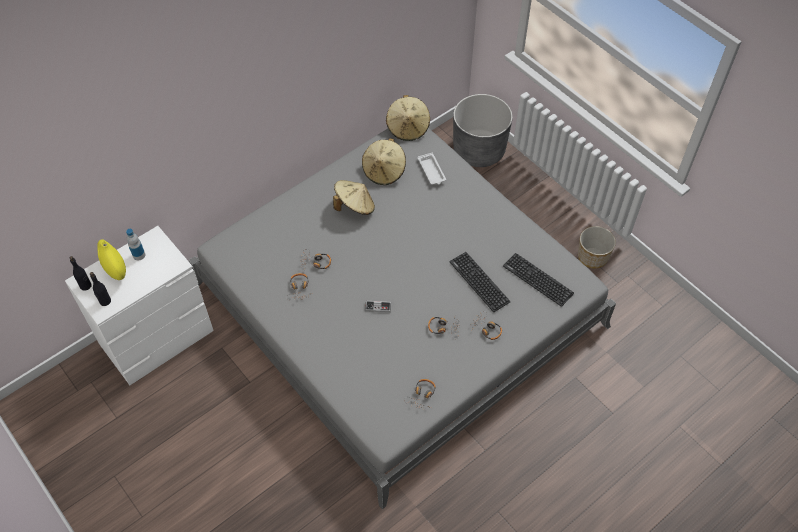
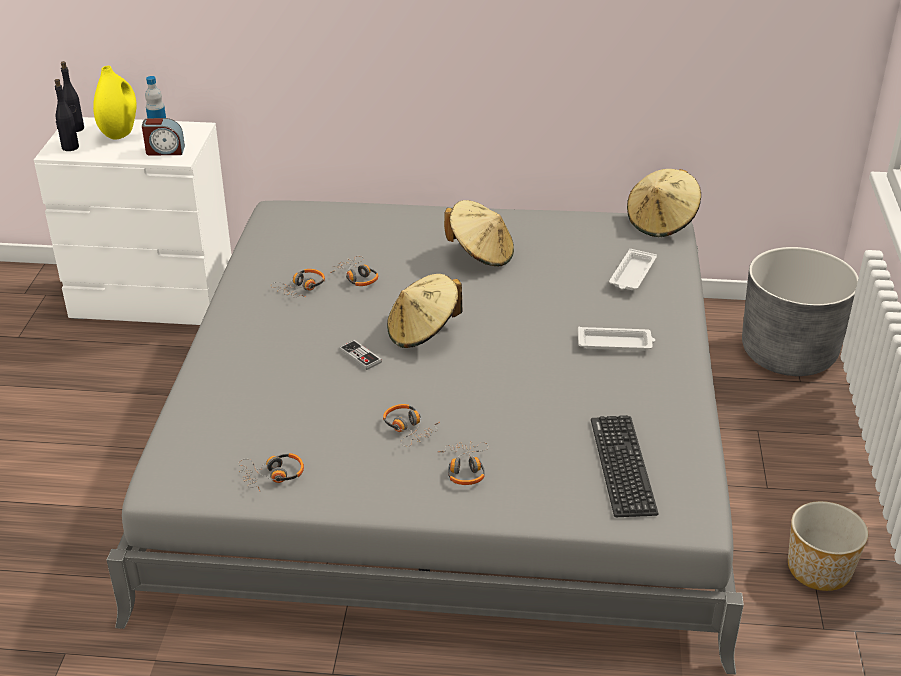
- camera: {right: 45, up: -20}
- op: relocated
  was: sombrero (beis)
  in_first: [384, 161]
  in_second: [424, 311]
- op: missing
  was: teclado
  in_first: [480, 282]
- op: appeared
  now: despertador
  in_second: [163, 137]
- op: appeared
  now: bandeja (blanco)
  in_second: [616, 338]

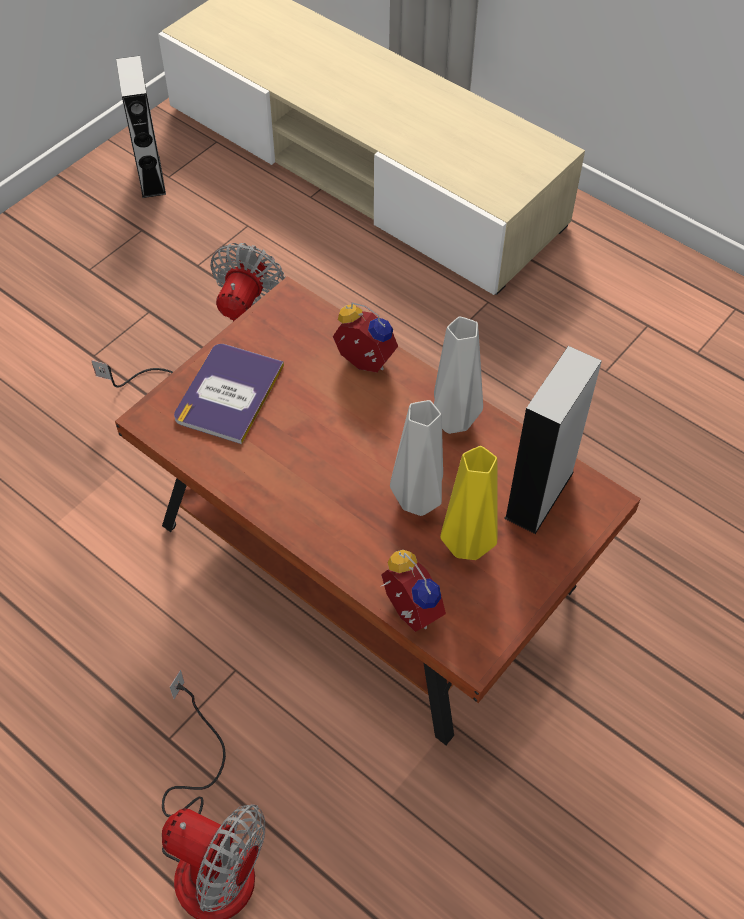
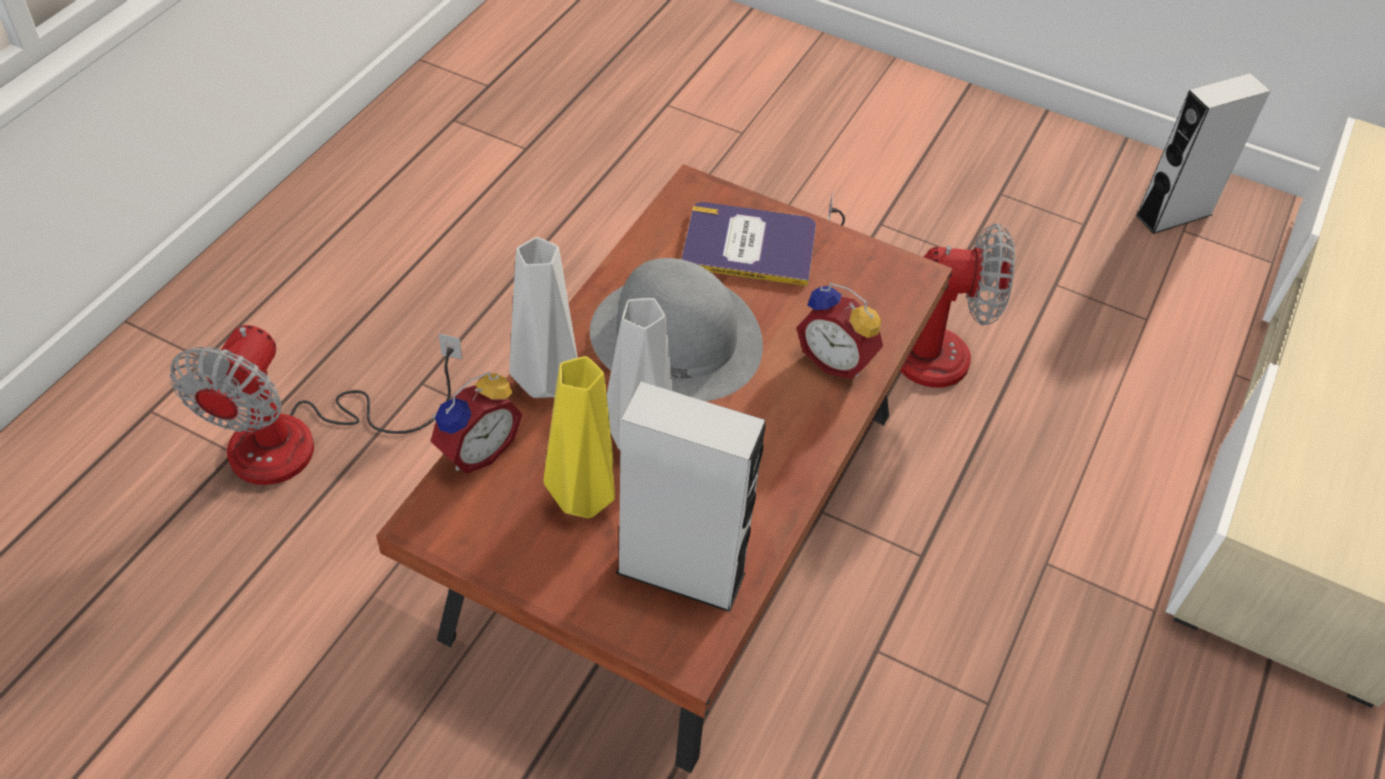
- camera: {right: 75, up: -5}
- op: spun
  was: despertador
  in_first: [365, 337]
  in_second: [839, 331]
  clockwise: 105
- op: relocated
  was: florero (gris)
  in_first: [458, 375]
  in_second: [543, 317]
- op: appeared
  now: sombrero (gris)
  in_second: [676, 329]

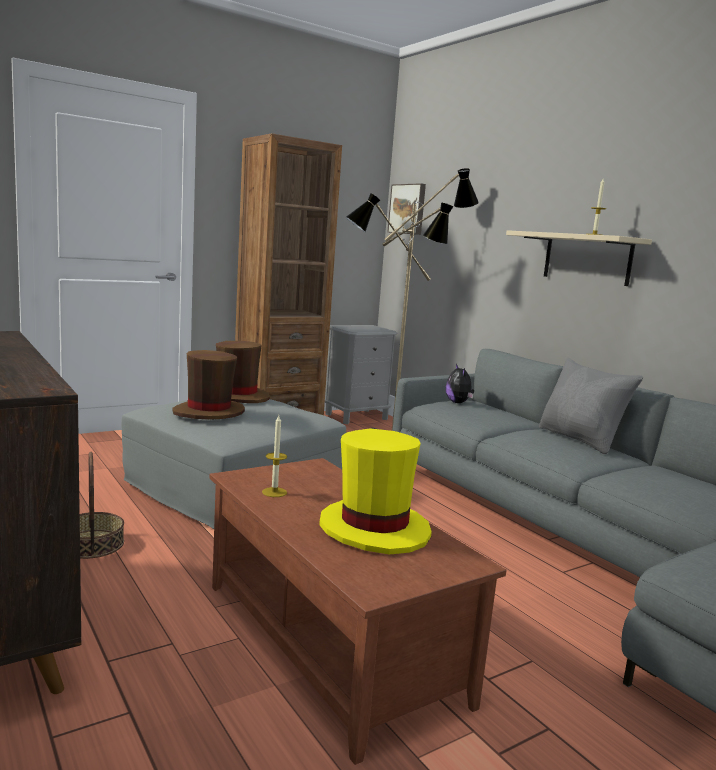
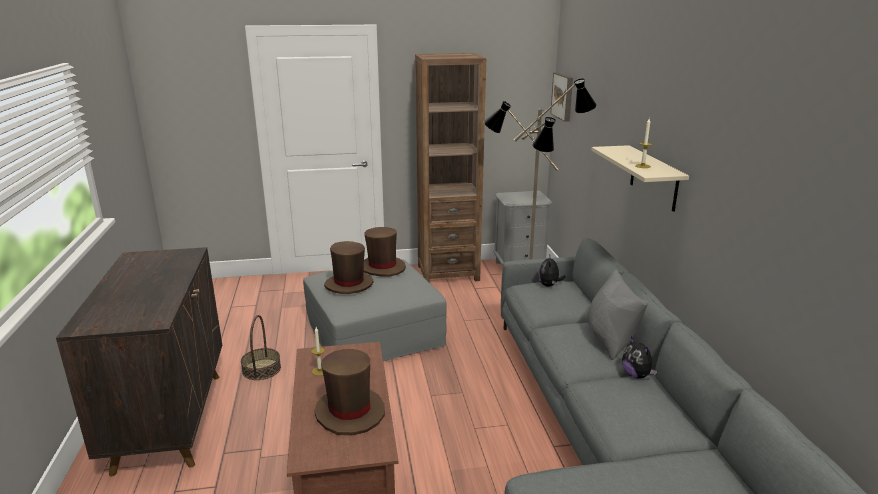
- camera: {right: 25, up: 10}
- op: colour
  was: sombrero (amarillo)
  now: sombrero (marrón)
  in_first: [375, 491]
  in_second: [349, 392]
- op: appeared
  now: peluche
  in_second: [639, 358]

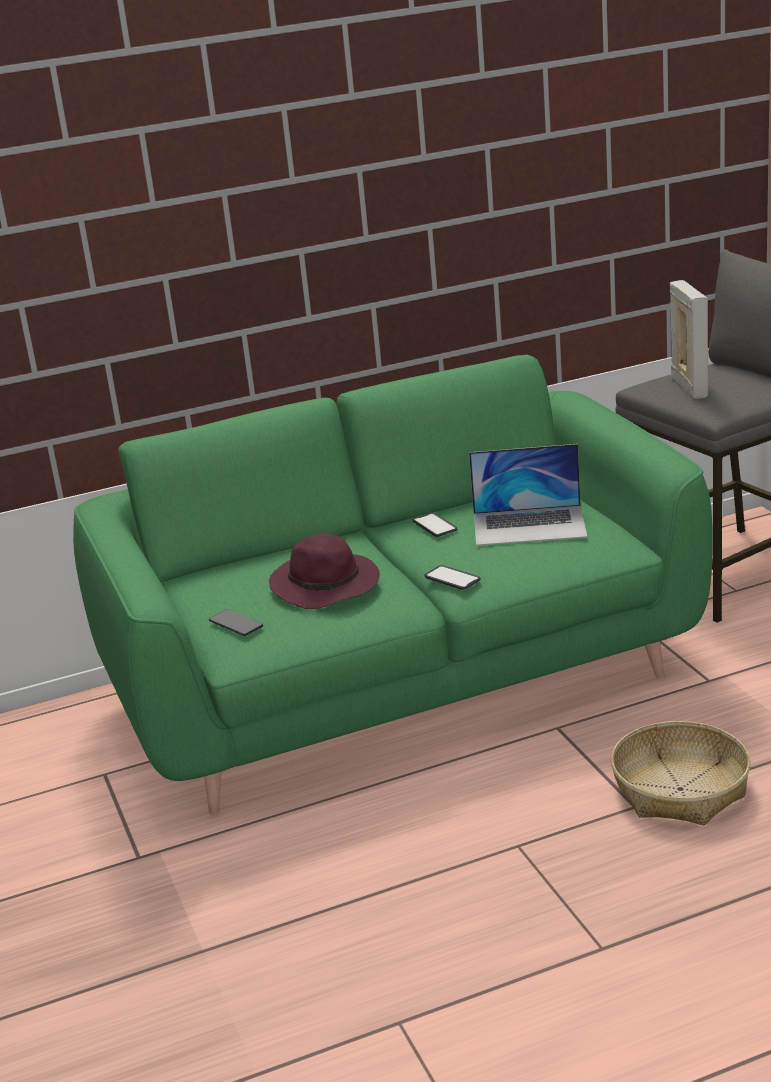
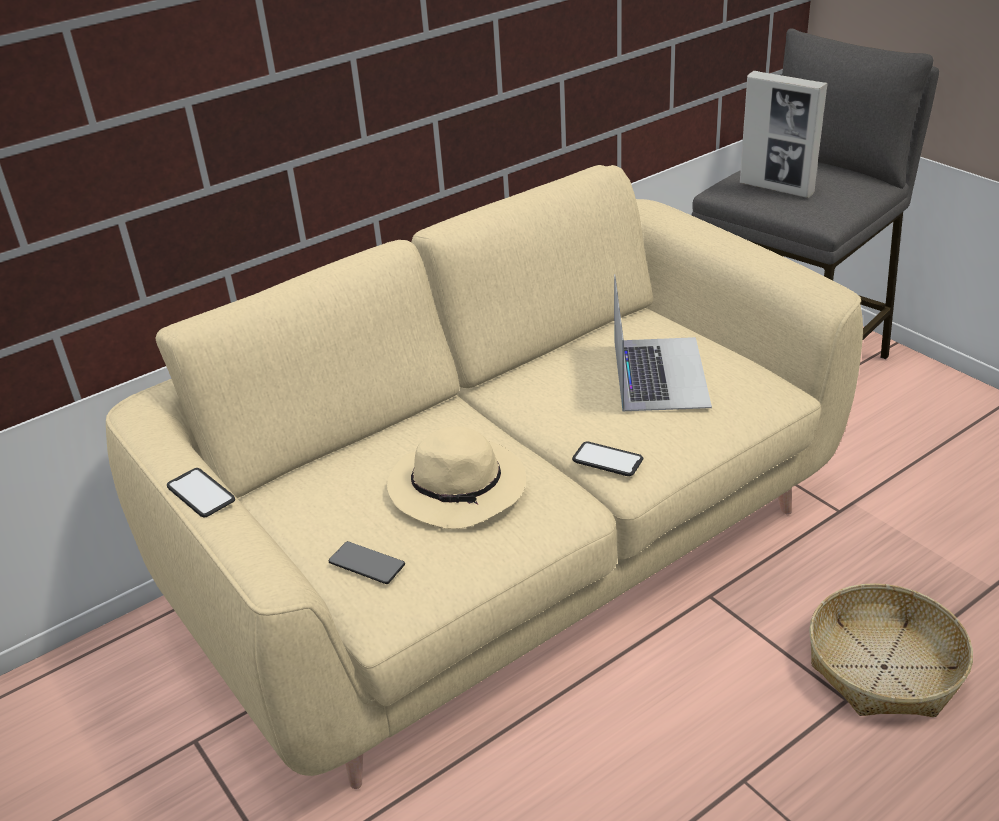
- camera: {right: -15, up: 10}
- op: colour
  was: sofá (verde)
  now: sofá (beis)
  in_first: [393, 585]
  in_second: [484, 477]
- op: colour
  was: sombrero (morado)
  now: sombrero (beis)
  in_first: [324, 571]
  in_second: [456, 477]
- op: relocated
  was: móvil
  in_first: [435, 525]
  in_second: [201, 492]
- op: spun
  was: portátil
  in_first: [528, 495]
  in_second: [663, 342]
  clockwise: -75
- op: spun
  was: portarretratos
  in_first: [689, 339]
  in_second: [784, 134]
  clockwise: 150

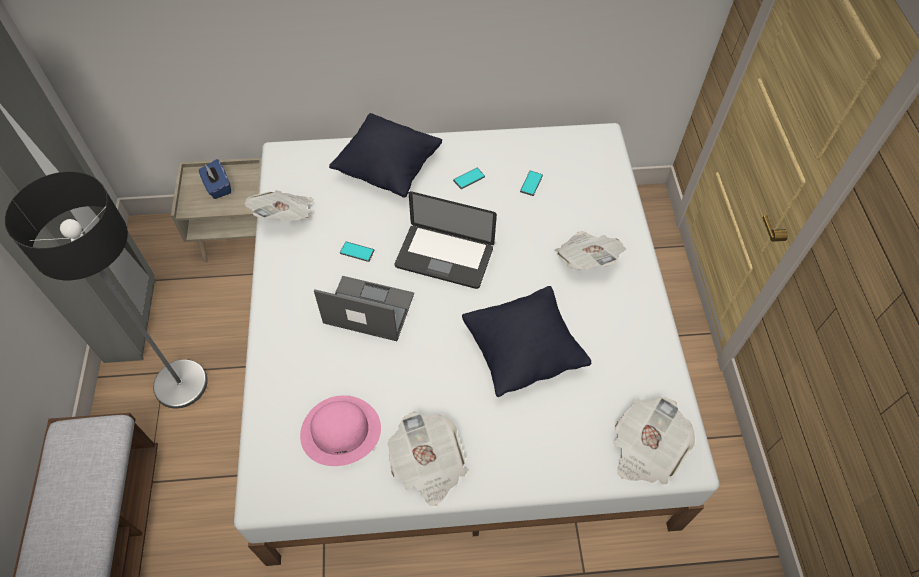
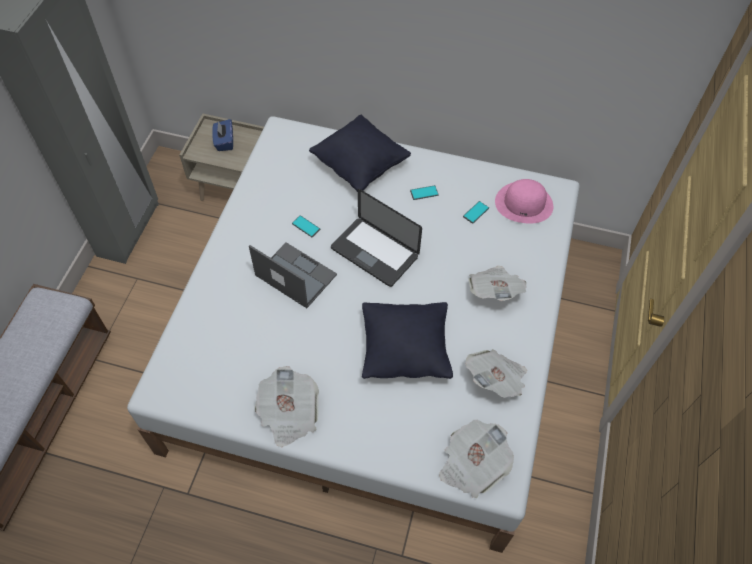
- camera: {right: 20, up: 0}
- op: missing
  was: lámpara de pie
  in_first: [106, 290]
- op: relocated
  was: periódico
  in_first: [279, 206]
  in_second: [496, 373]
- op: relocated
  was: sombrero (rosa)
  in_first: [340, 430]
  in_second: [524, 201]

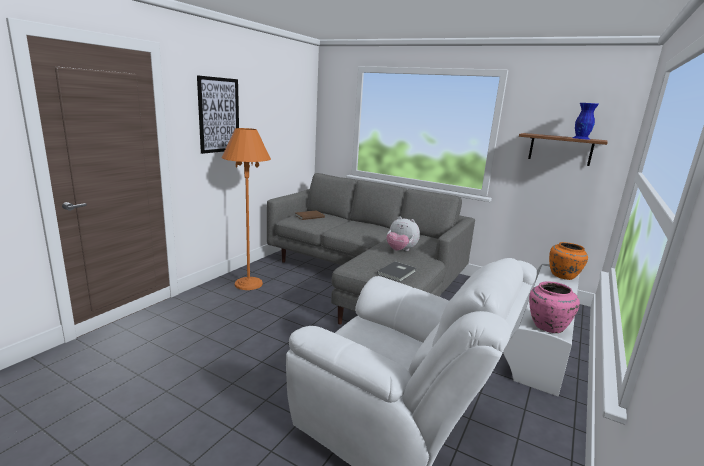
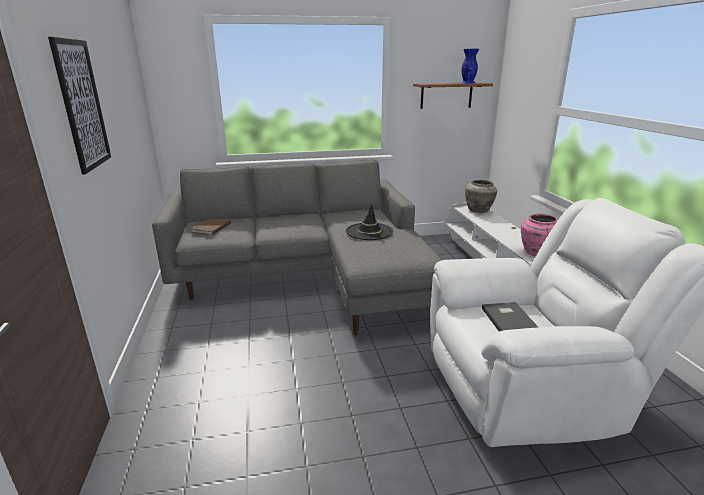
- camera: {right: -40, up: 5}
- op: missing
  was: lámpara de pie (naranja)
  in_first: [246, 209]
- op: relocated
  was: libro (gris)
  in_first: [396, 272]
  in_second: [510, 317]
- op: exchanged
  was: peluche
  now: sombrero (negro)
  in_first: [403, 233]
  in_second: [369, 222]
- op: colour
  was: florero (naranja)
  now: florero (beis)
  in_first: [568, 261]
  in_second: [481, 196]

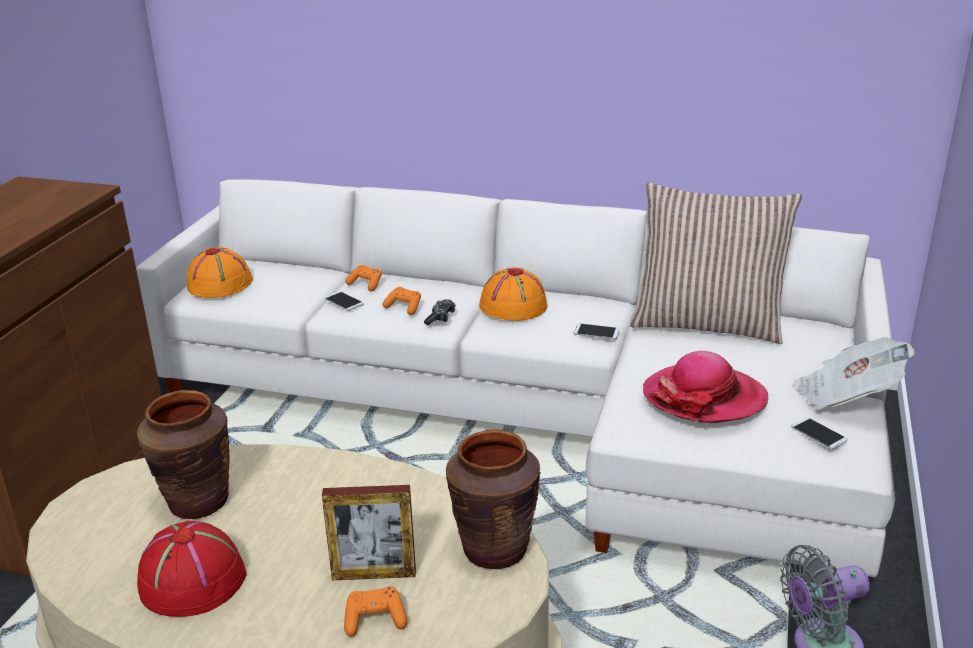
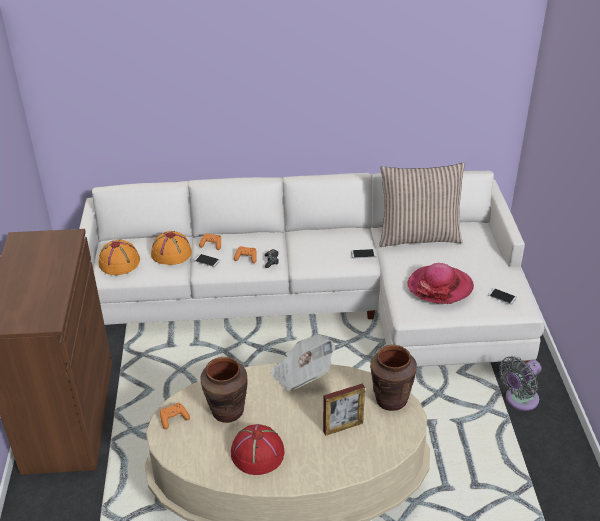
- camera: {right: -20, up: 10}
- op: relocated
  was: mando de consola (naranja)
  in_first: [376, 611]
  in_second: [175, 416]
- op: relocated
  was: sombrero (naranja)
  in_first: [513, 294]
  in_second: [171, 248]
- op: relocated
  was: periódico
  in_first: [854, 373]
  in_second: [303, 363]

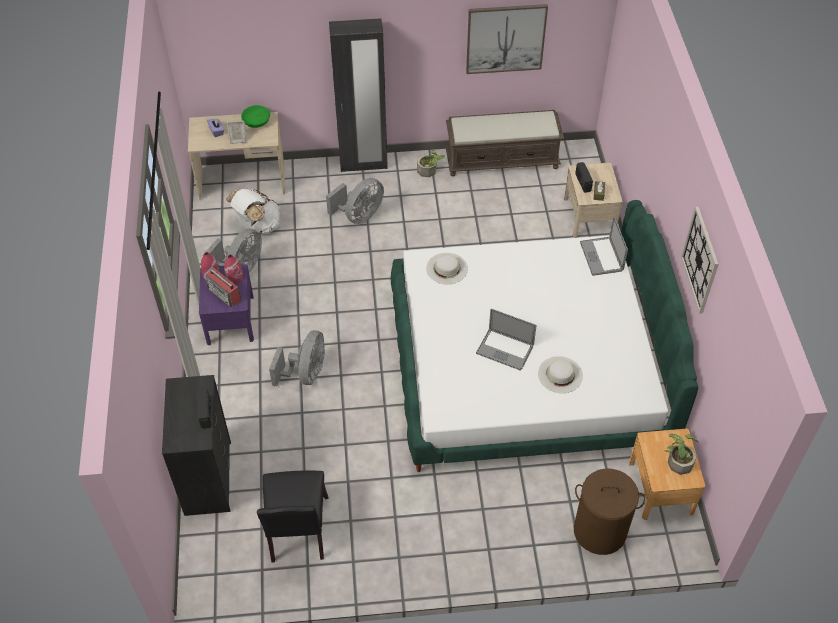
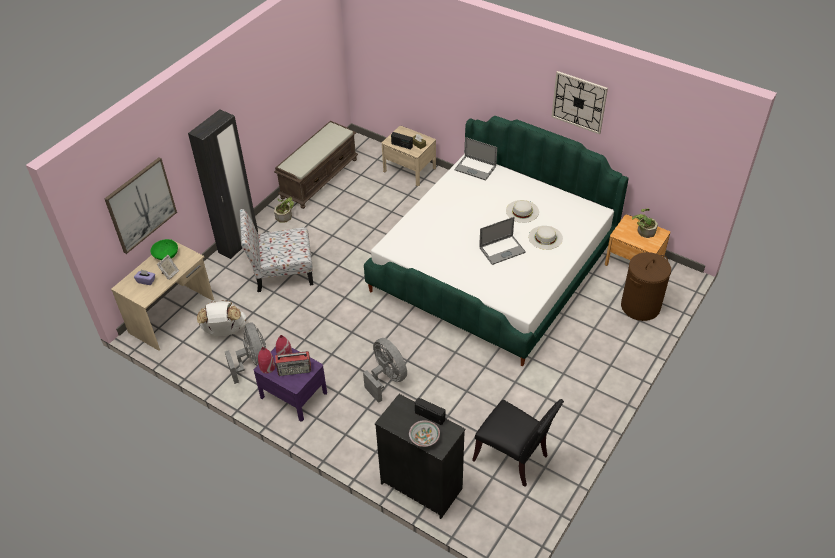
- camera: {right: -50, up: -5}
- op: exchanged
  was: ventilador (gris)
  now: silla
  in_first: [355, 201]
  in_second: [277, 250]
- op: relocated
  was: sombrero (blanco)
  in_first: [447, 268]
  in_second: [522, 211]
- op: relocated
  was: cuadro
  in_first: [507, 39]
  in_second: [140, 206]
- op: appeared
  now: cuenco
  in_second: [424, 433]

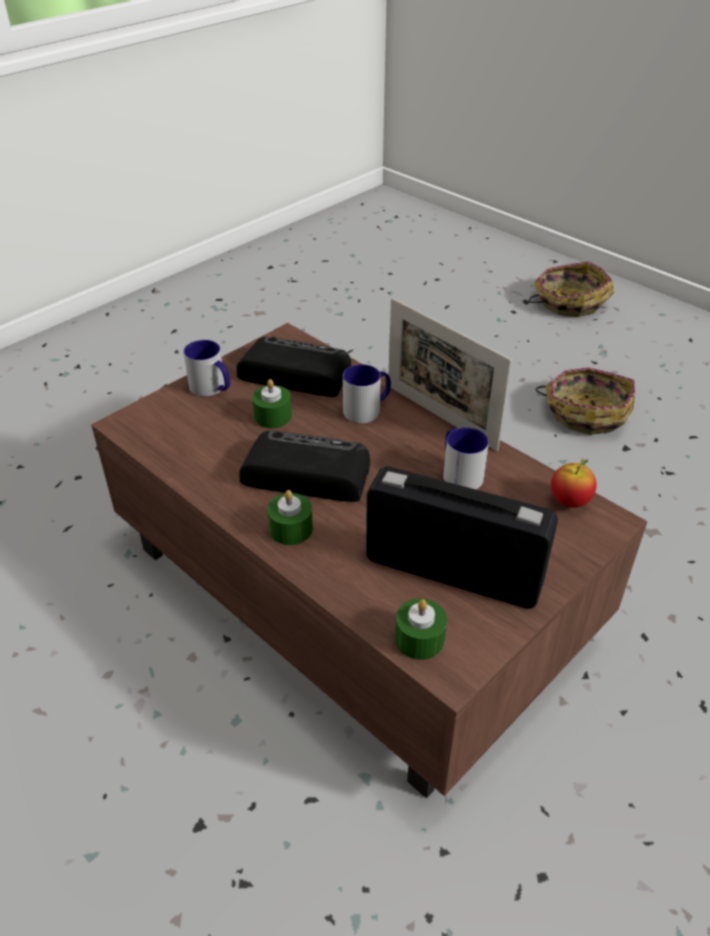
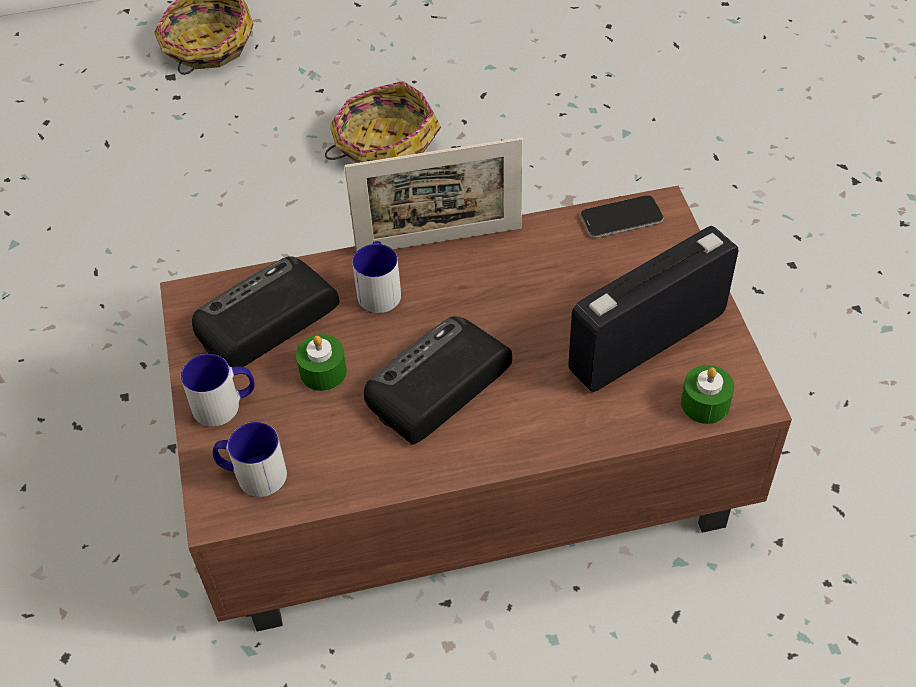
- camera: {right: -55, up: 10}
- op: missing
  was: vela (verde)
  in_first: [290, 517]
- op: relocated
  was: taza grande
  in_first: [466, 458]
  in_second: [250, 459]
- op: exchanged
  was: manzana
  now: móvil
  in_first: [574, 483]
  in_second: [622, 216]

